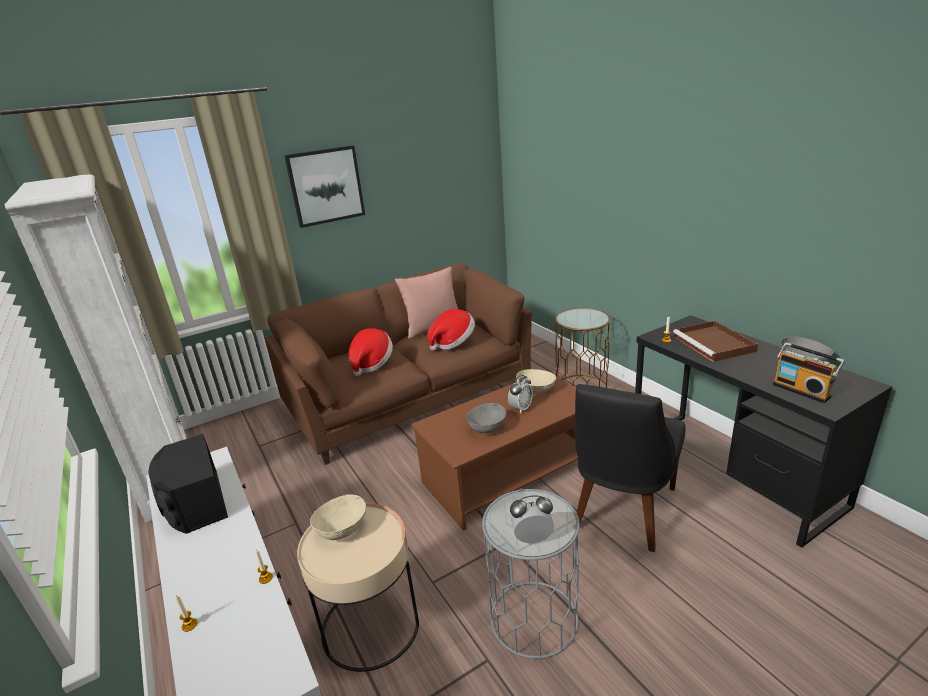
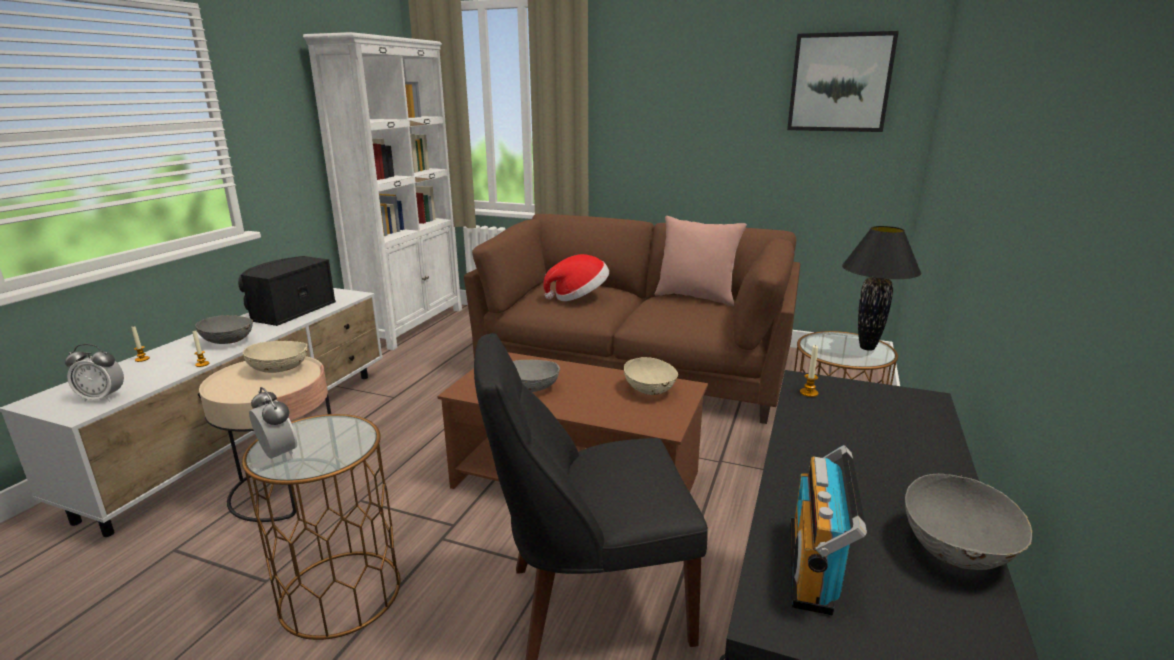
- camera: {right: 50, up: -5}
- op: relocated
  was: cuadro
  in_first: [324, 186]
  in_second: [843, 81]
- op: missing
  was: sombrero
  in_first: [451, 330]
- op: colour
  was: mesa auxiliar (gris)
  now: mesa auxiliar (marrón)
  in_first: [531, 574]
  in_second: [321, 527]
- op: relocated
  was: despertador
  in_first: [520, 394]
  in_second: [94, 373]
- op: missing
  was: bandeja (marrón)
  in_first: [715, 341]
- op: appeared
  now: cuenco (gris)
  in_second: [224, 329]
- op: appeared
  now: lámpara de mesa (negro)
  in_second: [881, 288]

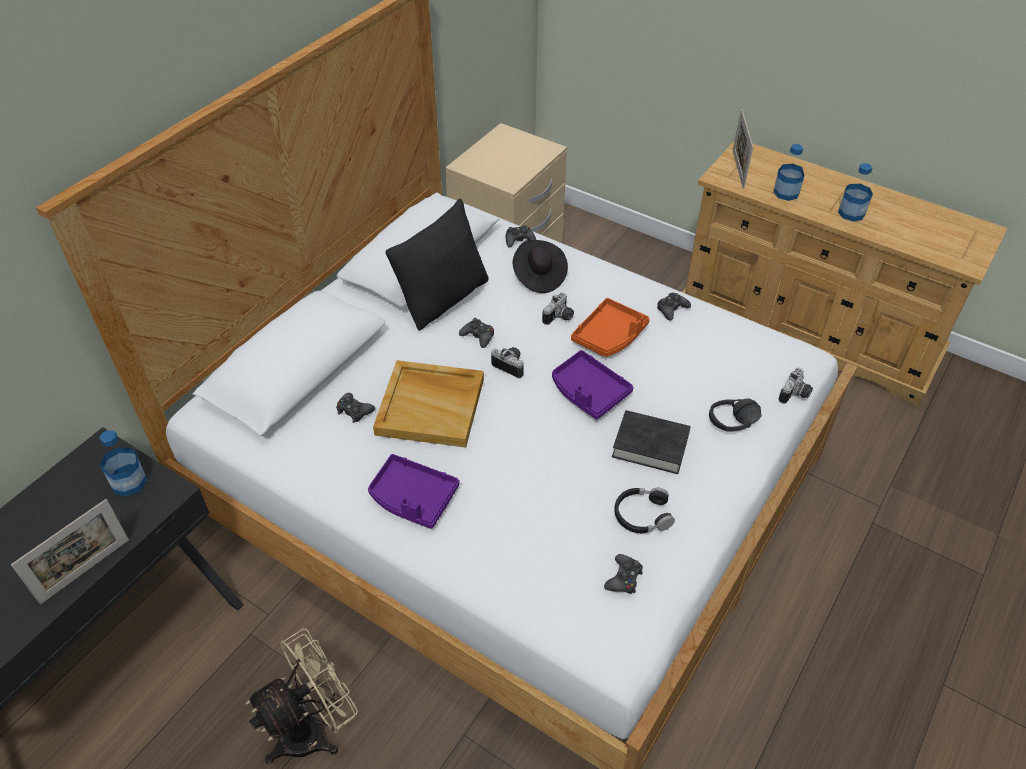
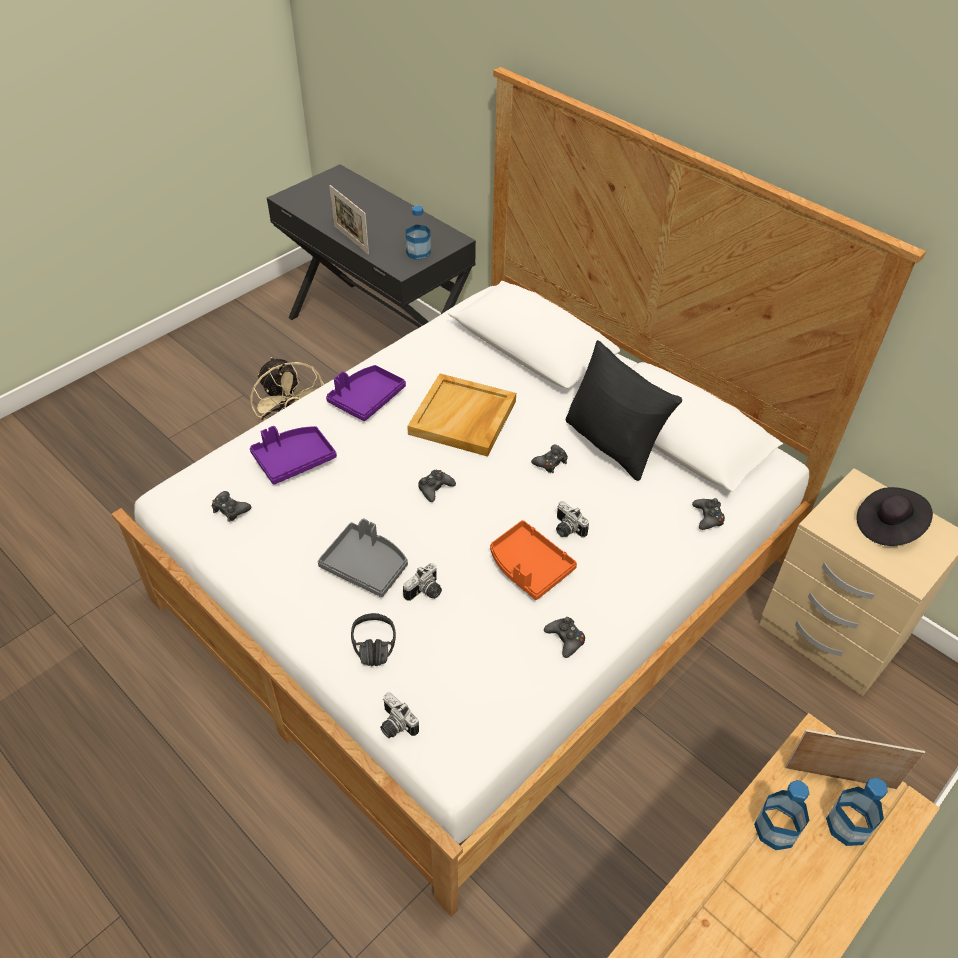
- camera: {right: 100, up: 0}
- op: relocated
  was: mando de consola (negro)
  in_first: [355, 408]
  in_second: [437, 486]
- op: relocated
  was: cámara
  in_first: [507, 363]
  in_second: [422, 582]
- op: relocated
  was: sombrero (negro)
  in_first: [540, 266]
  in_second: [894, 516]
- op: relocated
  was: bandeja (morado)
  in_first: [593, 385]
  in_second: [293, 455]
- op: exchanged
  was: libro (negro)
  now: bandeja (gris)
  in_first: [651, 442]
  in_second: [363, 557]
- op: missing
  was: auriculares (negro)
  in_first: [644, 510]
- op: relocated
  was: botella
  in_first: [855, 192]
  in_second: [857, 811]

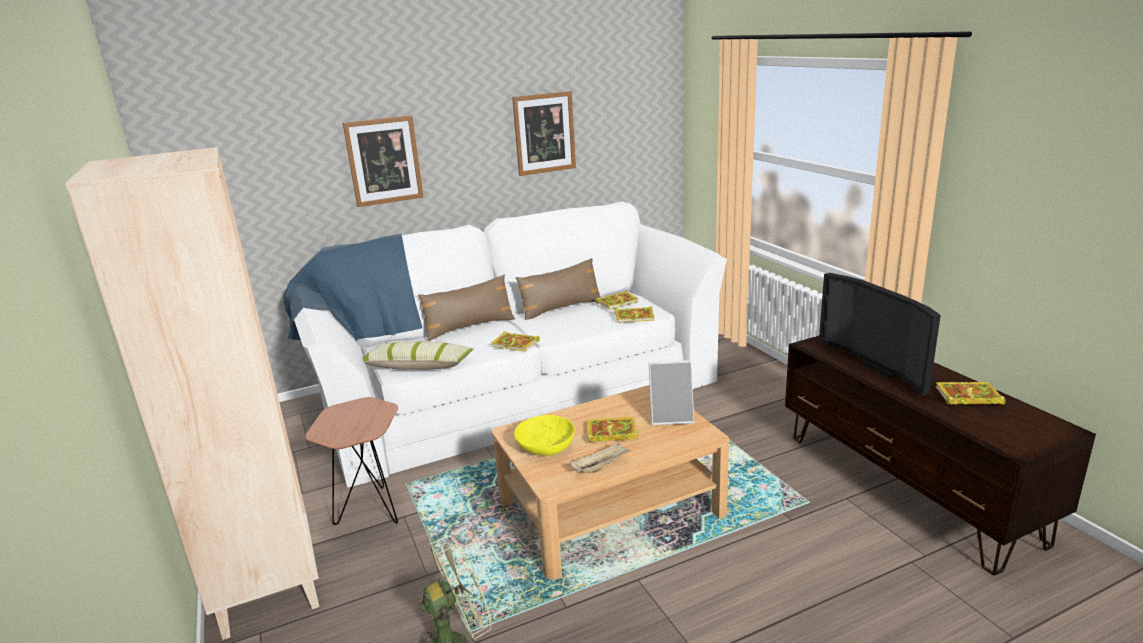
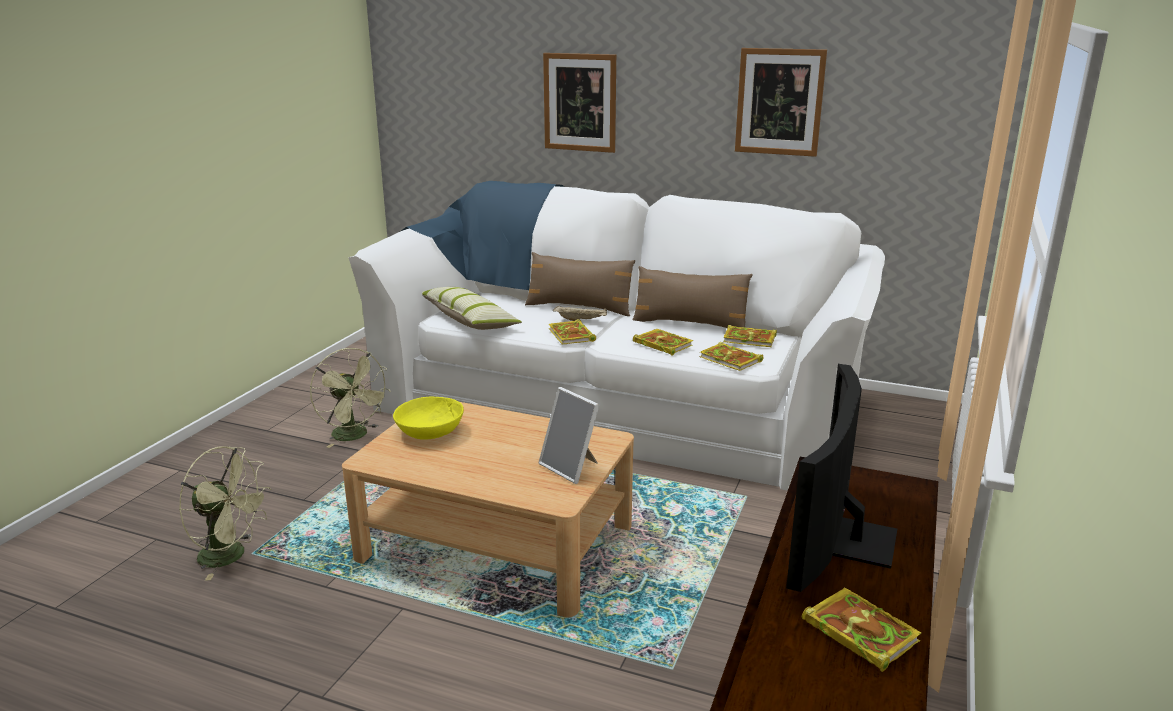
- camera: {right: 45, up: 0}
- op: missing
  was: estantería (beis)
  in_first: [192, 393]
- op: exchanged
  was: mesa auxiliar (marrón)
  now: ventilador (verde)
  in_first: [351, 461]
  in_second: [350, 398]
- op: relocated
  was: bandeja (beis)
  in_first: [601, 457]
  in_second: [580, 313]
- op: relocated
  was: libro
  in_first: [612, 429]
  in_second: [663, 342]

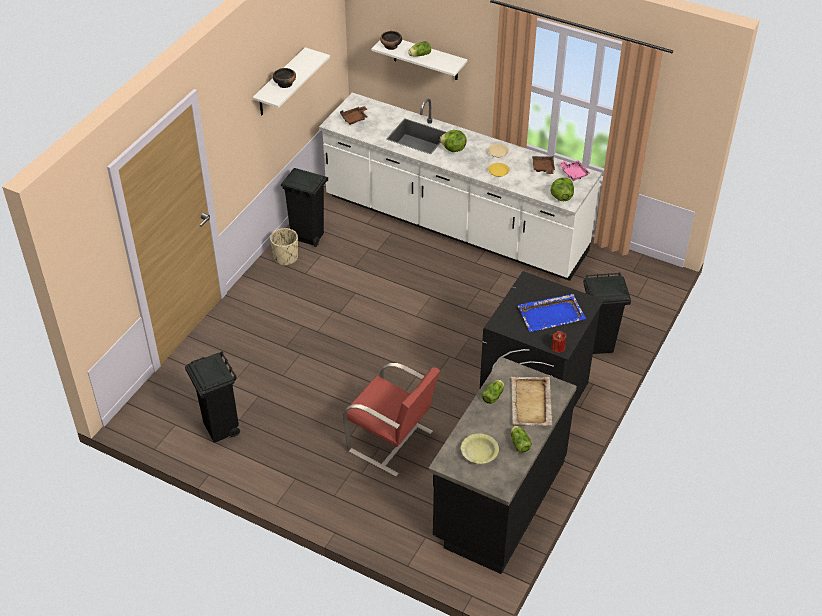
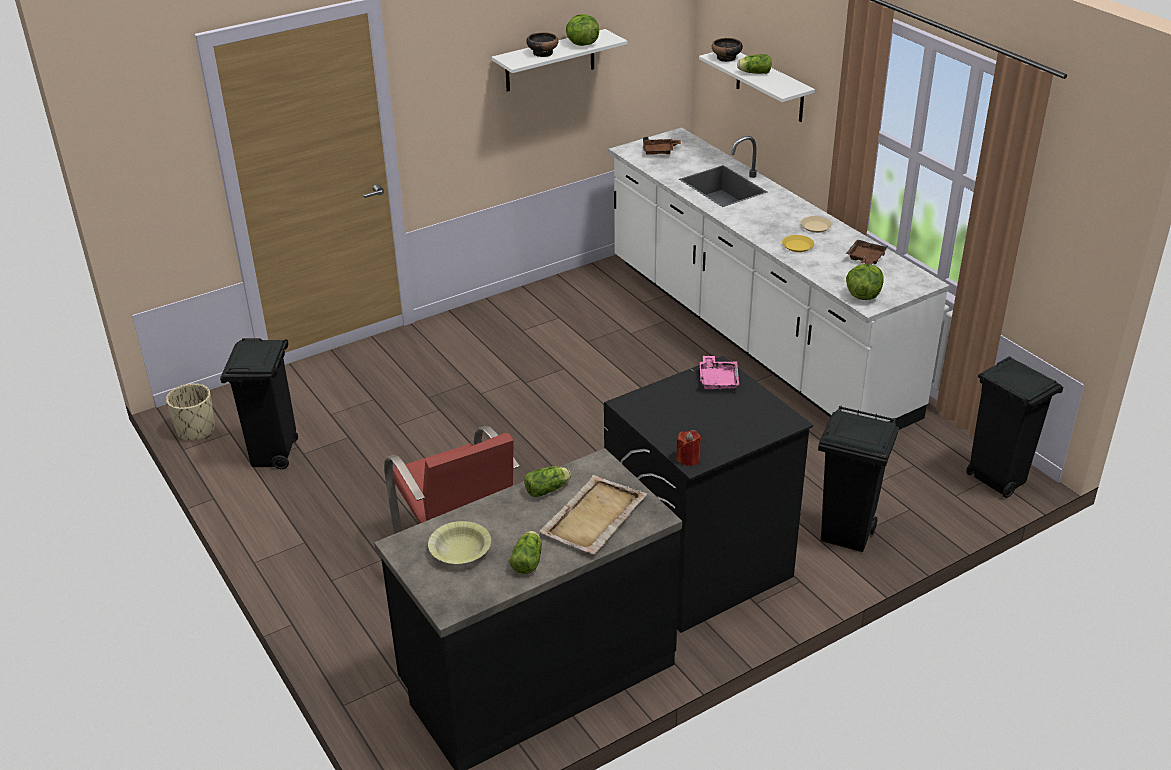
- camera: {right: 30, up: -10}
- op: relocated
  was: maceta (beis)
  in_first: [284, 247]
  in_second: [190, 411]
- op: relocated
  was: papelera (negro)
  in_first: [304, 207]
  in_second: [1014, 427]
- op: relocated
  was: lechuga
  in_first: [453, 141]
  in_second: [582, 30]
- op: missing
  was: bandeja (azul)
  in_first: [552, 313]
- op: relocated
  was: bandeja (rosa)
  in_first: [574, 170]
  in_second: [719, 373]

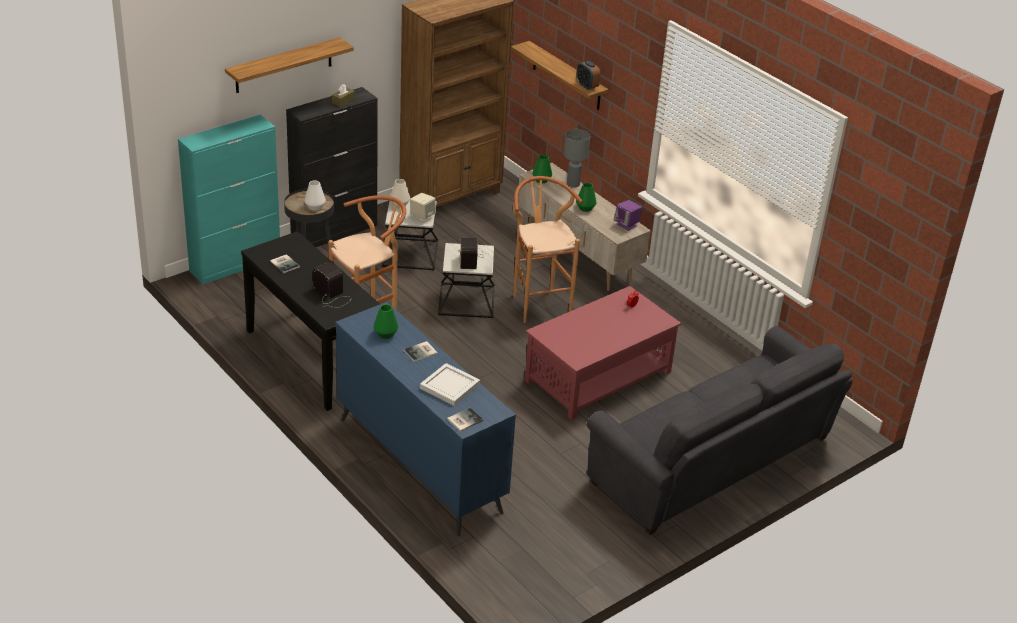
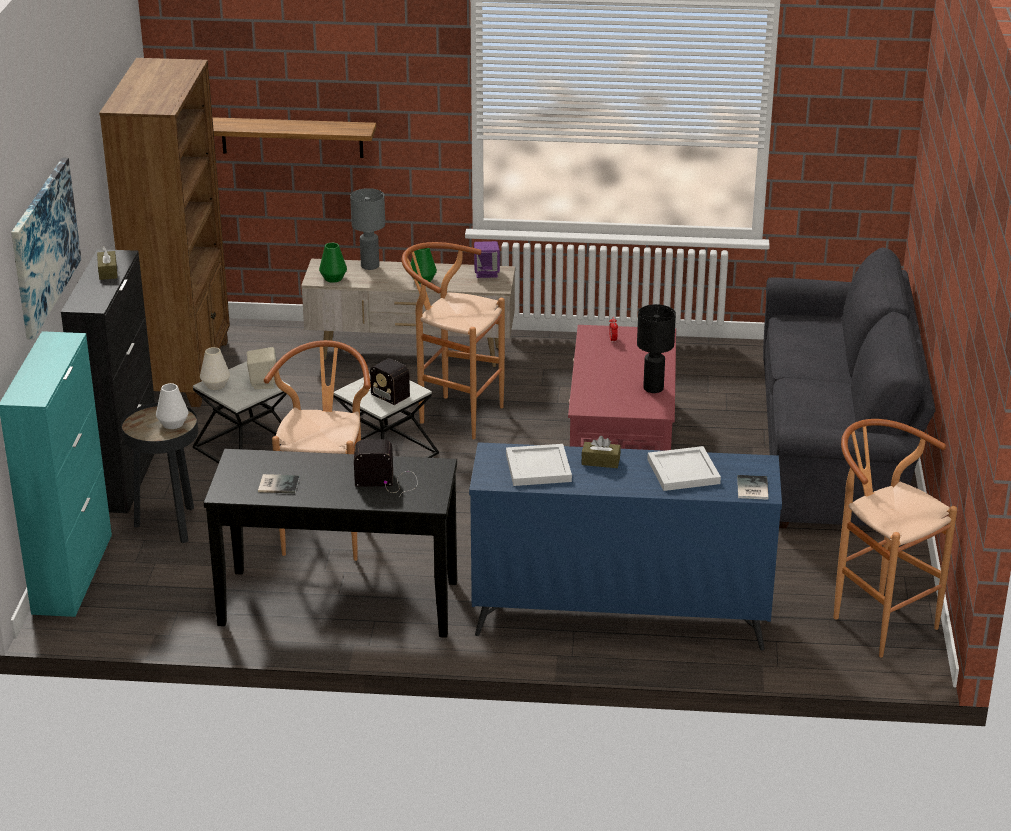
- camera: {right: -45, up: -5}
- op: exchanged
  was: estante
  now: cuadro
  in_first: [289, 65]
  in_second: [46, 249]
- op: exchanged
  was: florero (verde)
  now: bandeja (blanco)
  in_first: [386, 321]
  in_second: [539, 465]
- op: exchanged
  was: libro
  now: caja de pañuelos (marrón)
  in_first: [421, 351]
  in_second: [601, 452]
- op: missing
  was: despertador
  in_first: [588, 75]
- op: appeared
  now: lámpara de mesa (negro)
  in_second: [656, 348]
- op: appeared
  now: taburete (marrón)
  in_second: [895, 538]

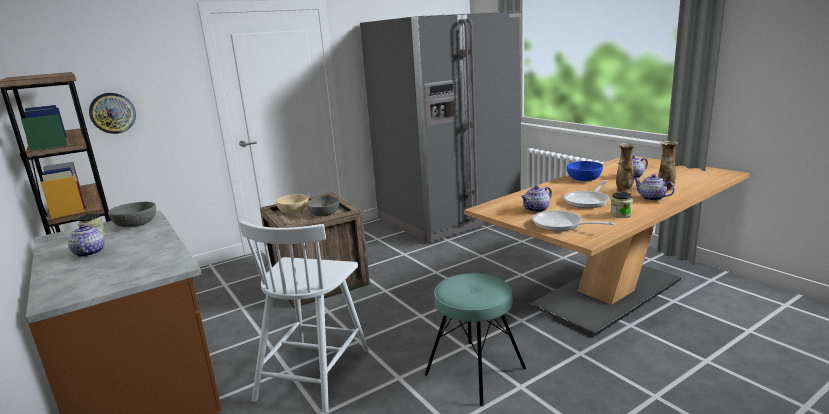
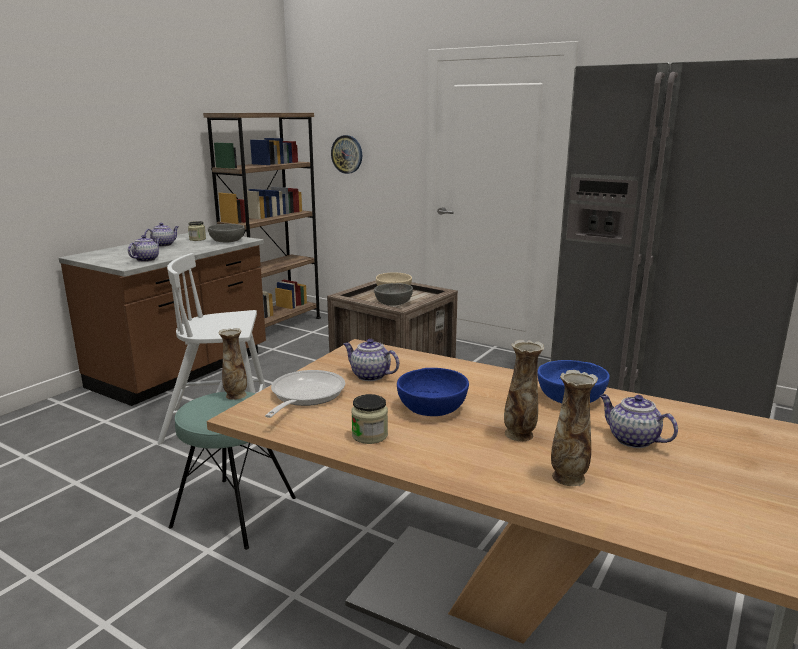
- camera: {right: 65, up: 0}
- op: exchanged
  was: sartén
  now: cuenco (azul)
  in_first: [587, 194]
  in_second: [433, 392]
- op: relocated
  was: tetera
  in_first: [654, 187]
  in_second: [144, 248]
- op: appeared
  now: florero
  in_second: [232, 364]

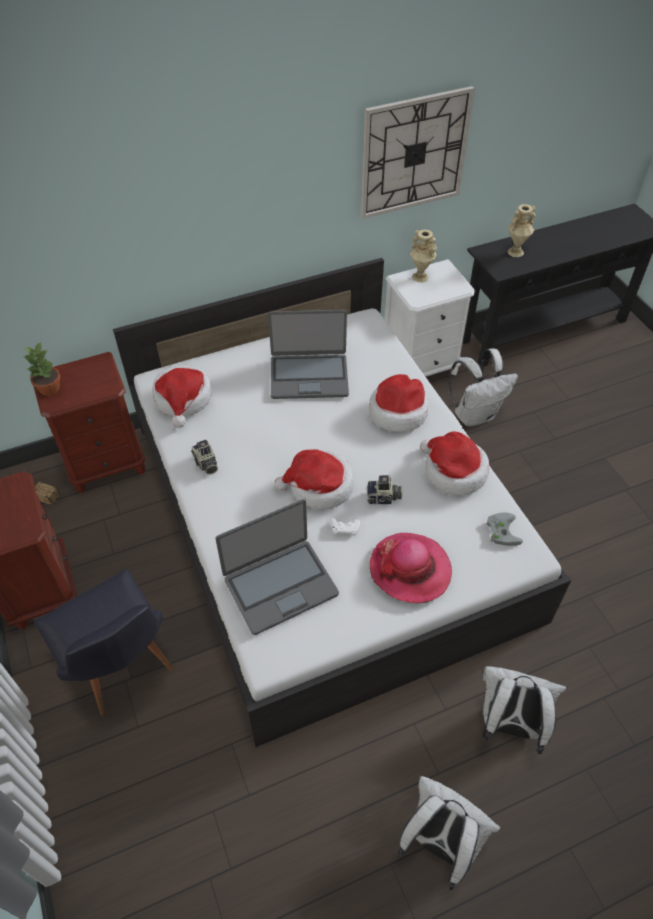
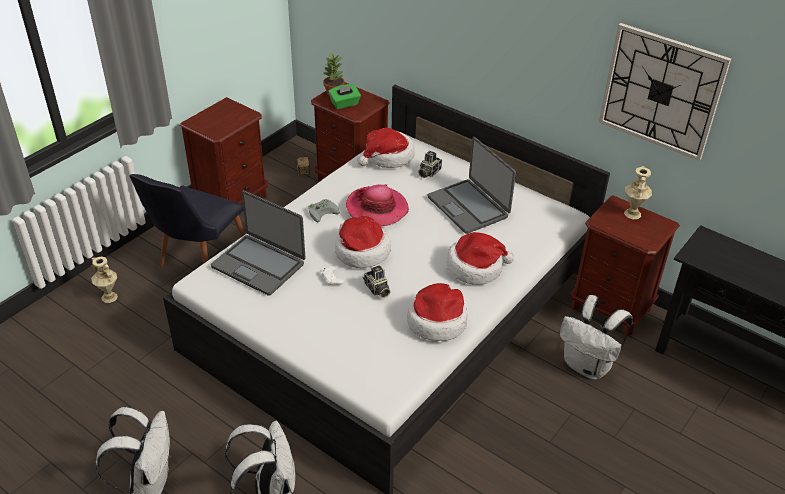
- camera: {right: 60, up: -10}
- op: relocated
  was: cámara
  in_first: [204, 457]
  in_second: [430, 164]
- op: relocated
  was: sombrero
  in_first: [411, 568]
  in_second: [377, 205]
- op: colour
  was: mesita de noche (blanco)
  now: mesita de noche (marrón)
  in_first: [429, 318]
  in_second: [625, 265]
- op: relocated
  was: mando de consola (gris)
  in_first: [504, 529]
  in_second: [324, 210]
- op: relocated
  was: florero (beis)
  in_first: [521, 230]
  in_second: [104, 279]
- op: appeared
  now: caja de pañuelos (verde)
  in_second: [344, 96]

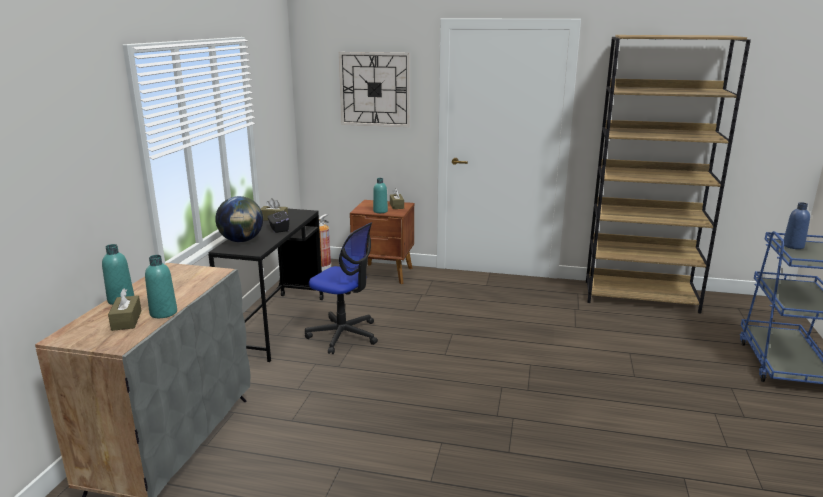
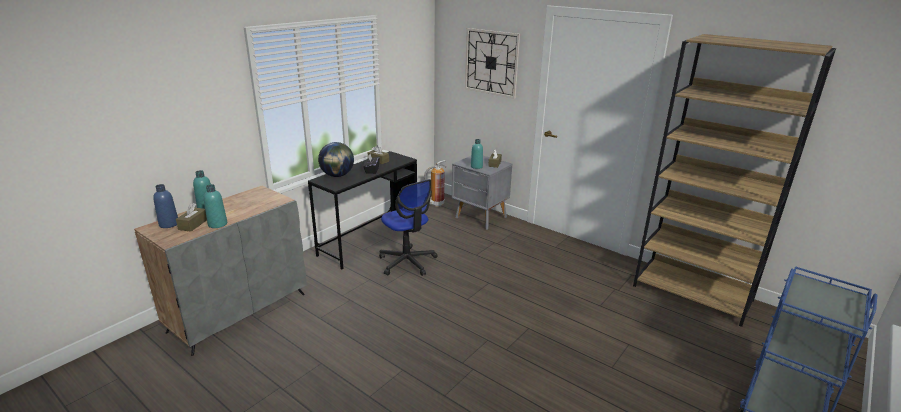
- camera: {right: 25, up: 5}
- op: colour
  was: mesita de noche (marrón)
  now: mesita de noche (gris)
  in_first: [382, 242]
  in_second: [482, 193]
- op: relocated
  was: botella (azul)
  in_first: [796, 225]
  in_second: [165, 206]

